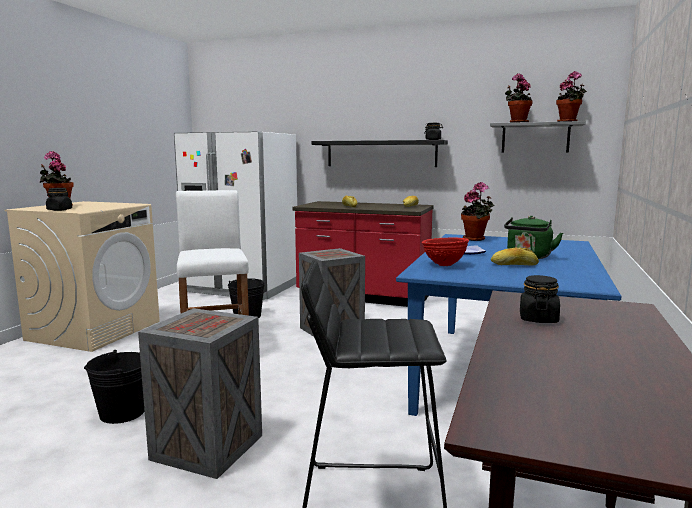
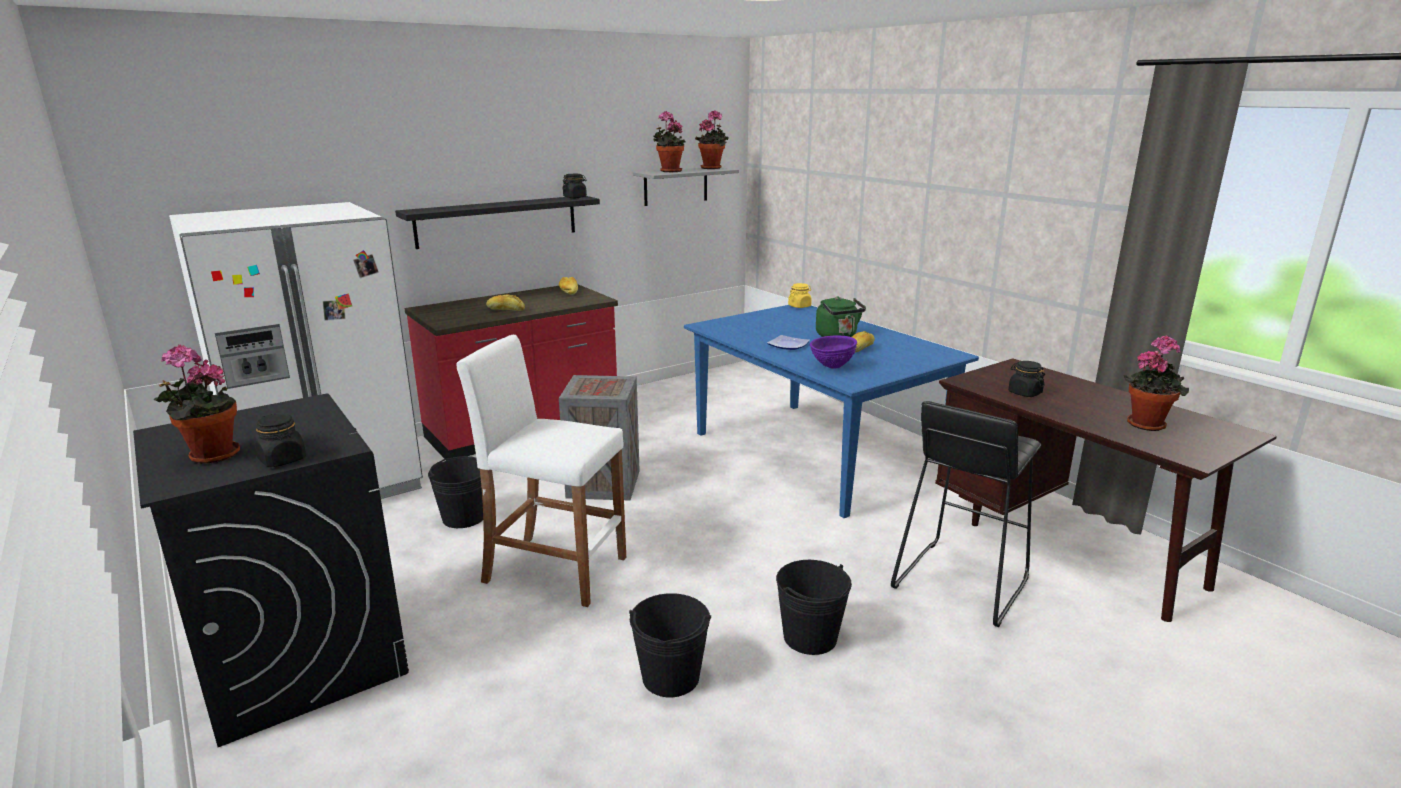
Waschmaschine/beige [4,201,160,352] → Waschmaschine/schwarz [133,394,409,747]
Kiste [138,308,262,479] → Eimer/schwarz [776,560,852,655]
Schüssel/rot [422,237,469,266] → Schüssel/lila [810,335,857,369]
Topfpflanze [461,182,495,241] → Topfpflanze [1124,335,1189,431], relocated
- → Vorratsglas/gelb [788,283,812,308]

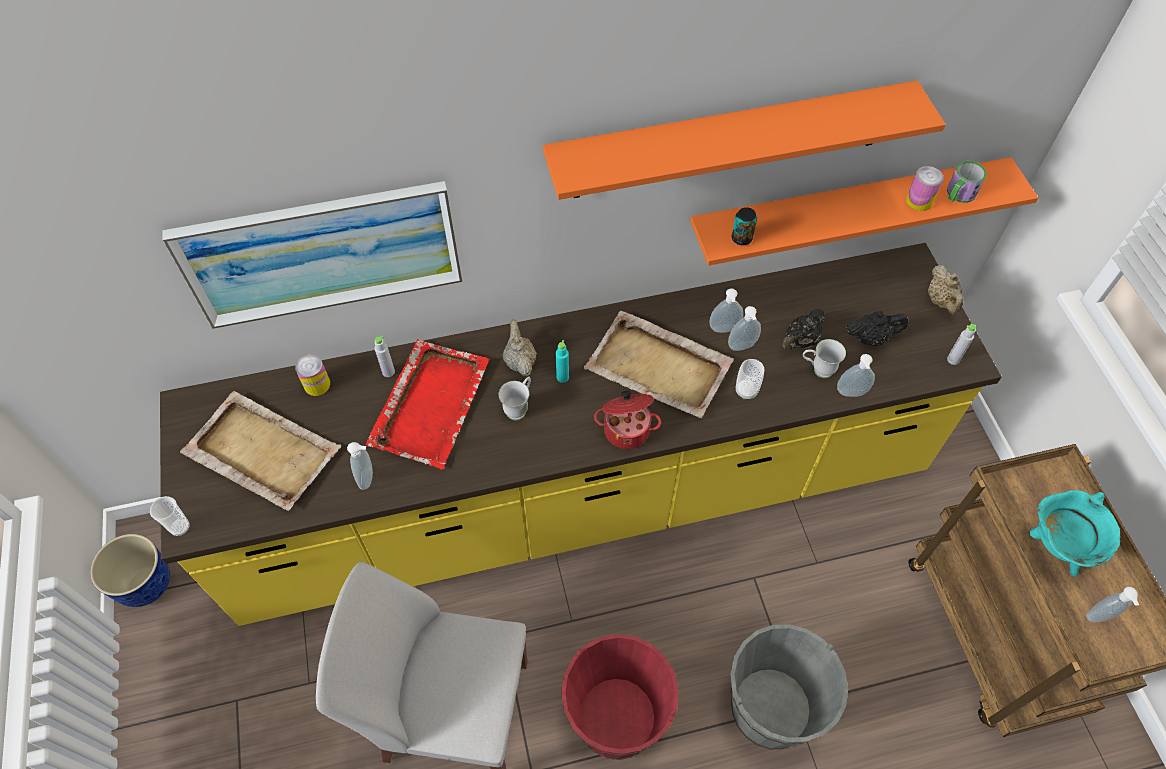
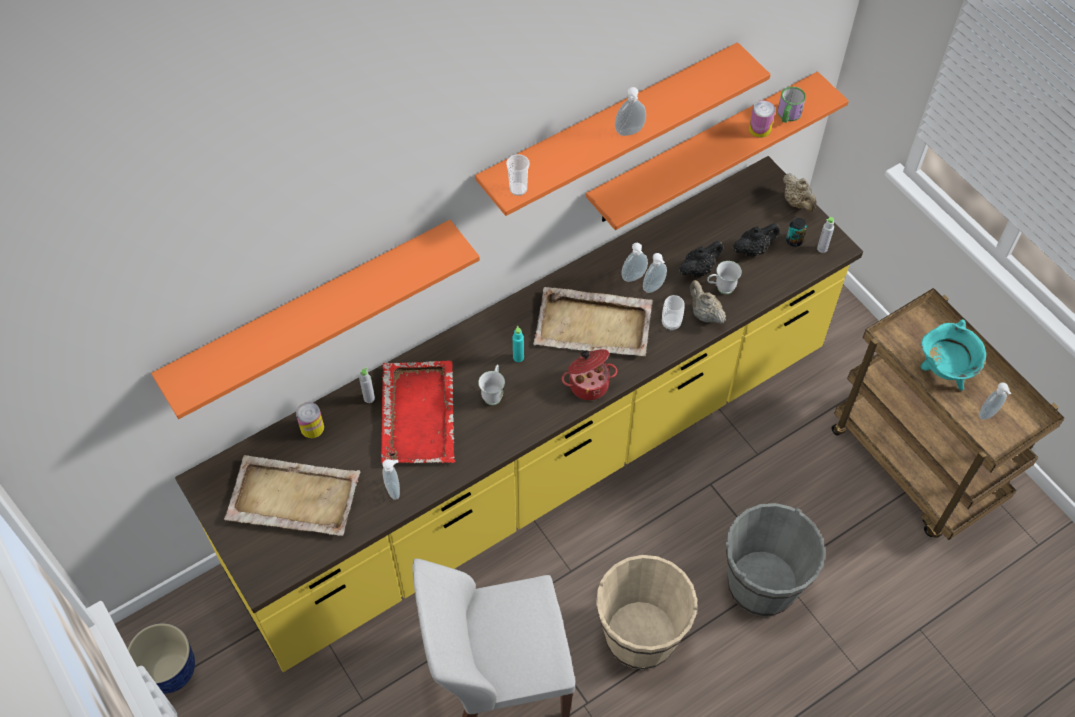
Tasse [150,496,190,536] → Tasse [506,154,530,196], relocated
Bild [162,181,463,329] → Wandregal/orange [151,220,480,419]
Teekanne/beige [503,319,537,377] → Teekanne/beige [690,280,726,324], relocated
Eimer/rot [561,634,679,760] → Eimer/beige [596,555,697,670]
Dose [732,207,757,245] → Dose [786,218,807,247], relocated
Teekanne/schwarz [782,309,825,350] → Teekanne/schwarz [679,241,723,277], 150 degrees counterclockwise
Seifenspender [837,354,875,397] → Seifenspender [615,87,646,136], relocated

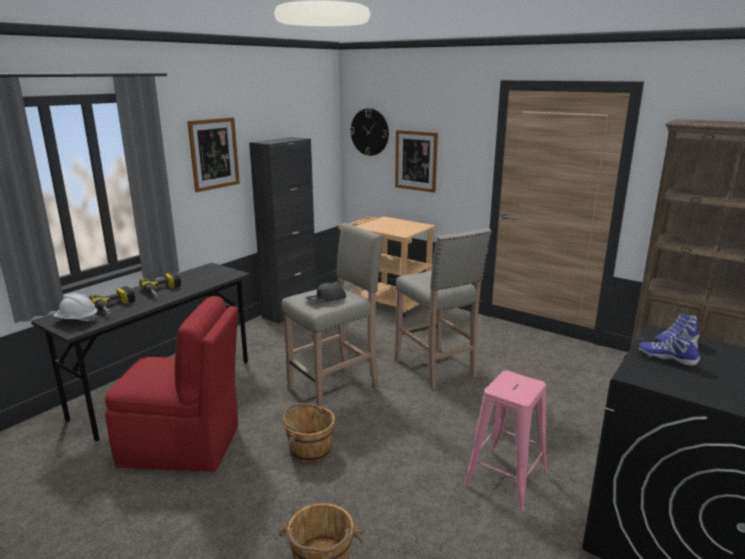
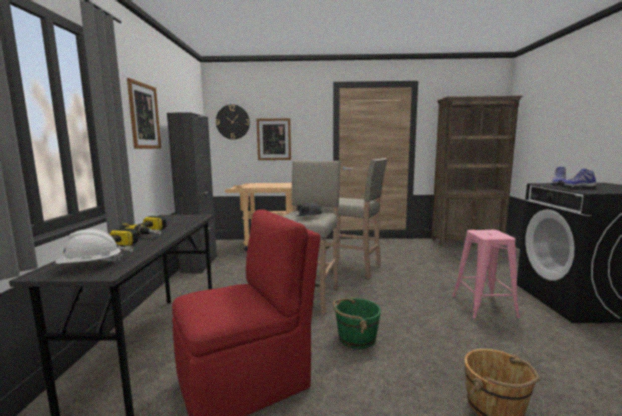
Eimer/braun [283,403,335,463] → Eimer/grün [333,297,381,349]

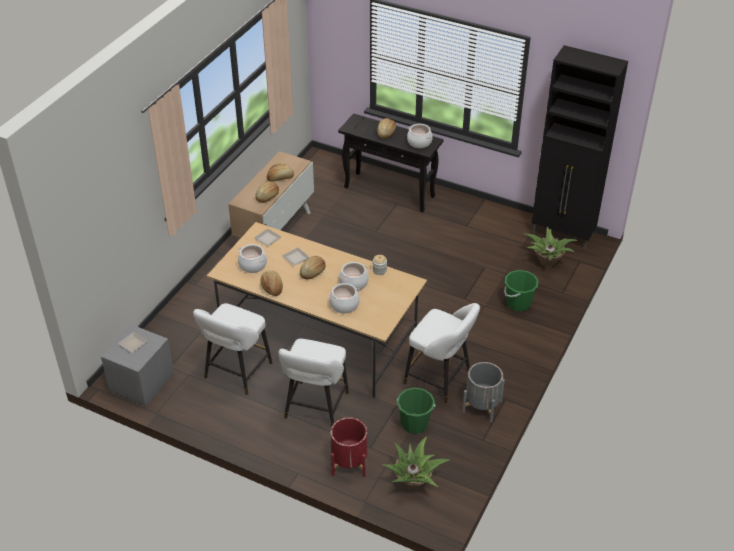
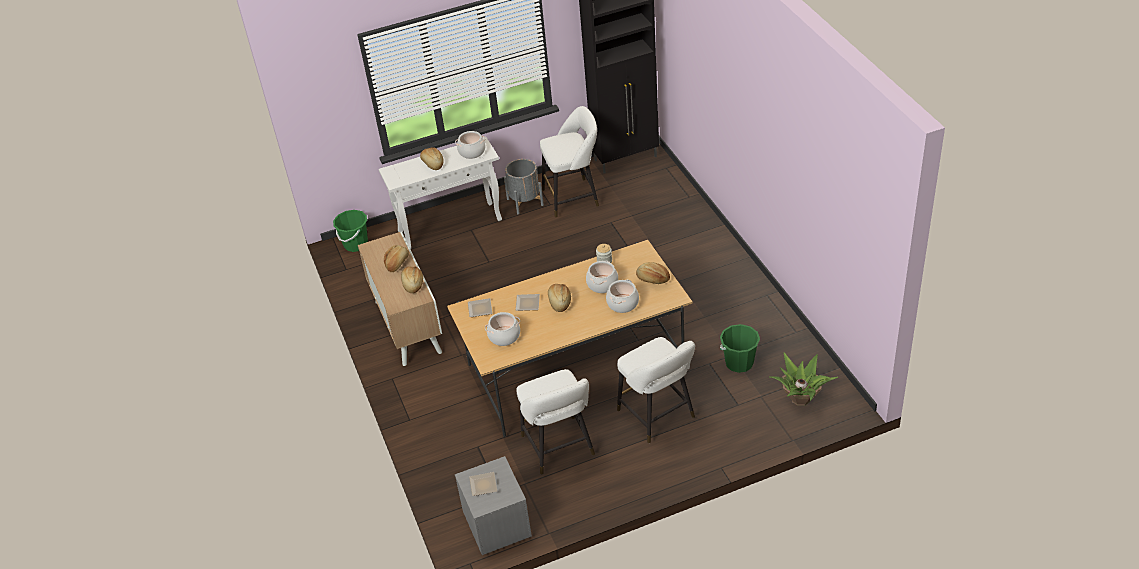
Brot [260,270,283,296] → Brot [636,262,670,284], relocated
Pflanzkübel/rot [330,417,367,477] → -
Konsolentisch/schwarz [338,113,443,212] → Konsolentisch/weiß [379,137,502,249]
Hocker/weiß [403,303,480,403] → Hocker/weiß [540,106,599,217], relocated
Pflanzkübel/grau [462,362,505,422] → Pflanzkübel/grau [504,159,544,214], relocated
Eimer/grün [504,270,538,311] → Eimer/grün [333,210,368,252], relocated
Topfpflanze [525,227,577,268] → -

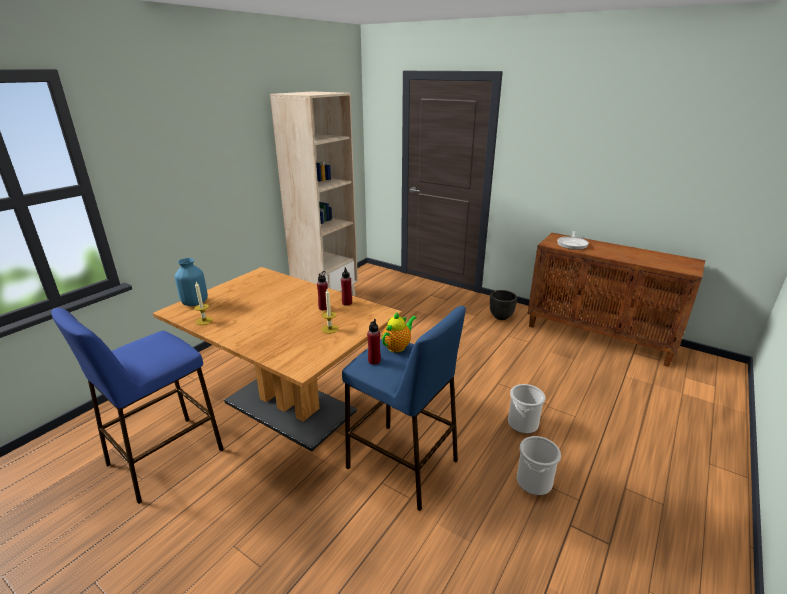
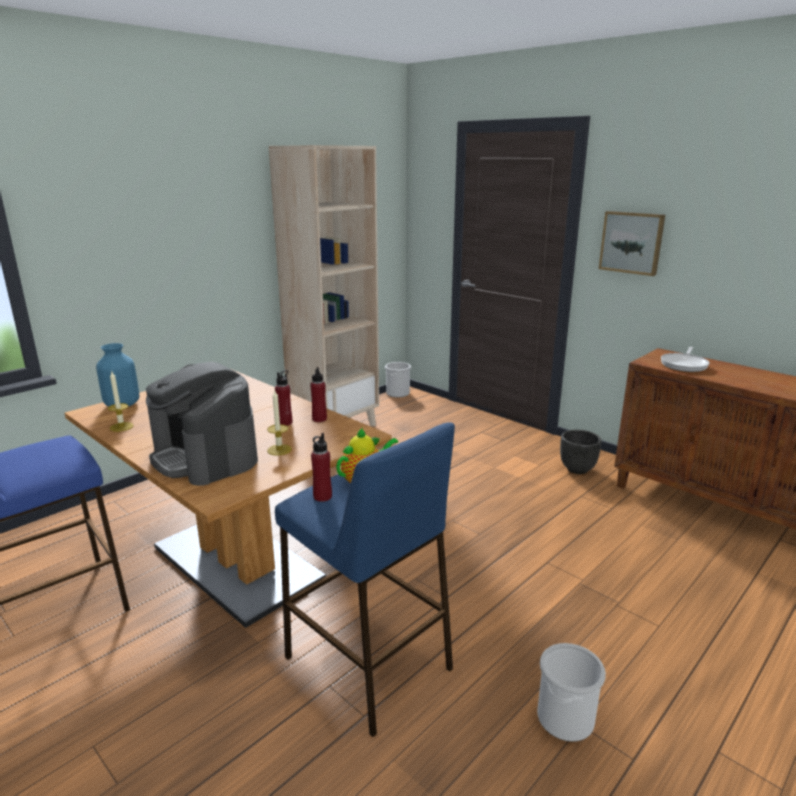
Eimer [508,384,545,434] → Eimer [385,362,411,398], relocated
- → Kaffeemaschine [146,361,258,486]
- → Bild [599,211,665,276]

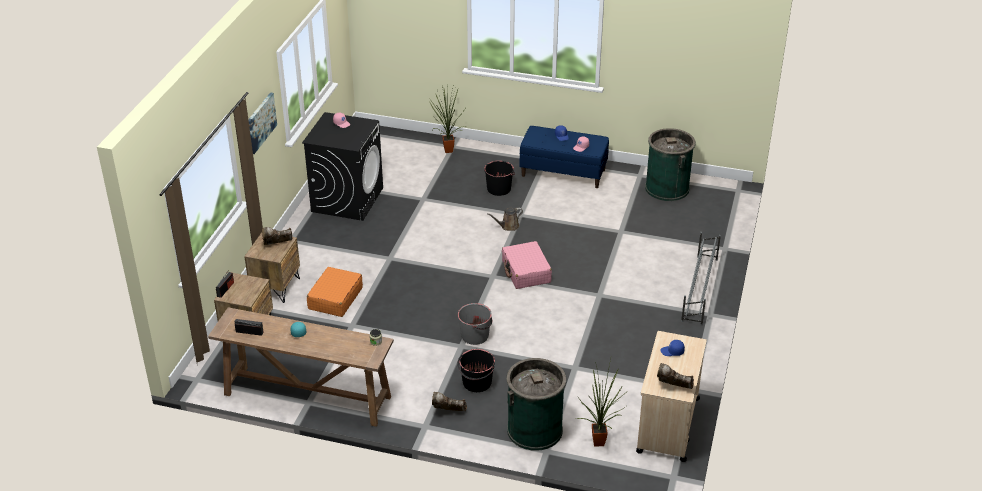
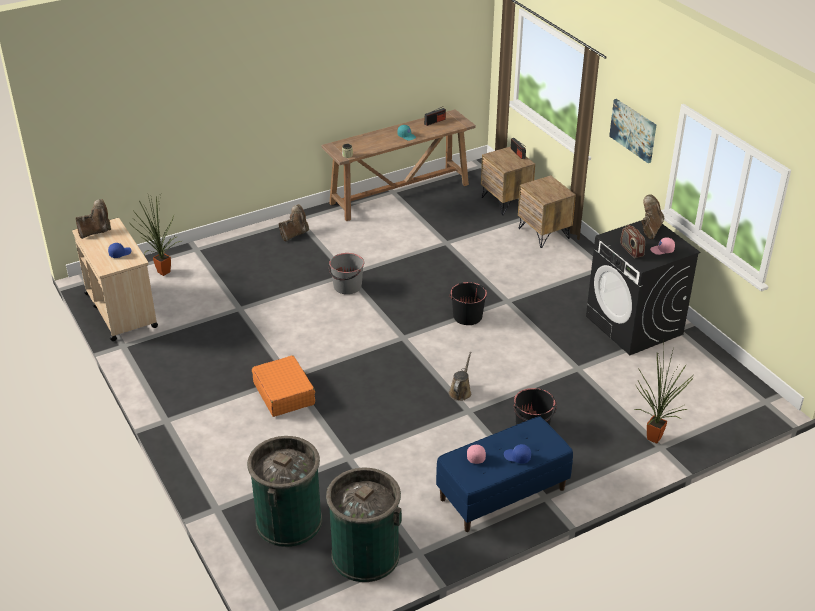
Stiefel/braun [262,227,292,245] → Stiefel/braun [641,194,664,239], relocated
Koffer/orange [307,267,363,317] → Koffer/orange [252,355,315,417], relocated
Eimer/schwarz [458,349,495,392] → Eimer/schwarz [449,282,487,325], relocated
Koffer/rosa [502,241,552,289] → -
Mülleimer/grün [506,358,566,451] → Mülleimer/grün [247,436,322,547], relocated
Schuhregal/grau [681,232,721,326] → -
- → Radio [620,225,645,258]

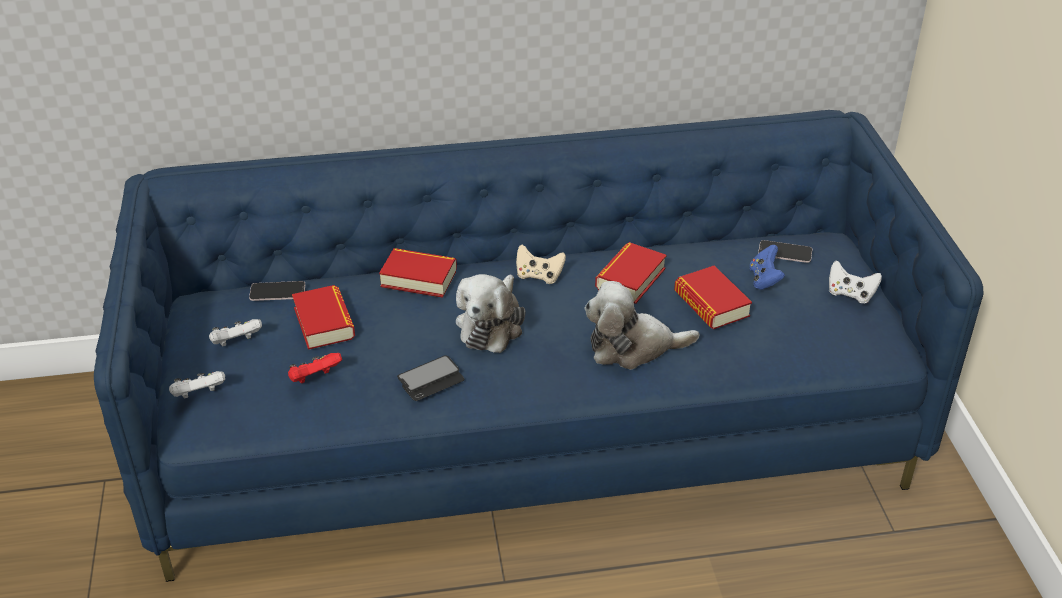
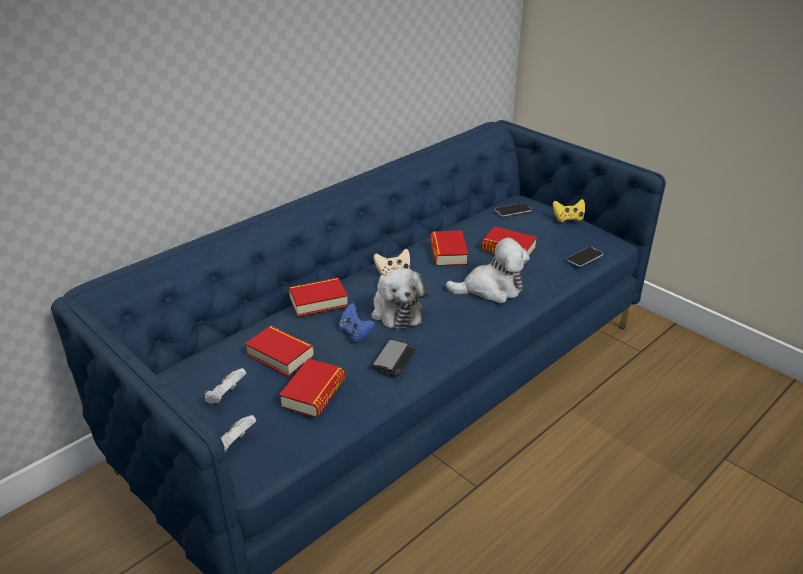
Handy [249,281,305,301] → Handy [567,247,603,267], relocated
Gamepad/rot [288,353,342,384] → Buch [279,358,345,418]
Plüschtier [585,281,699,370] → Plüschtier [445,237,530,303], 150 degrees counterclockwise
Gamepad/blau [750,245,785,290] → Gamepad/blau [339,303,375,342], relocated
Gamepad/weiß [829,260,882,304] → Gamepad/gelb [553,199,585,222]

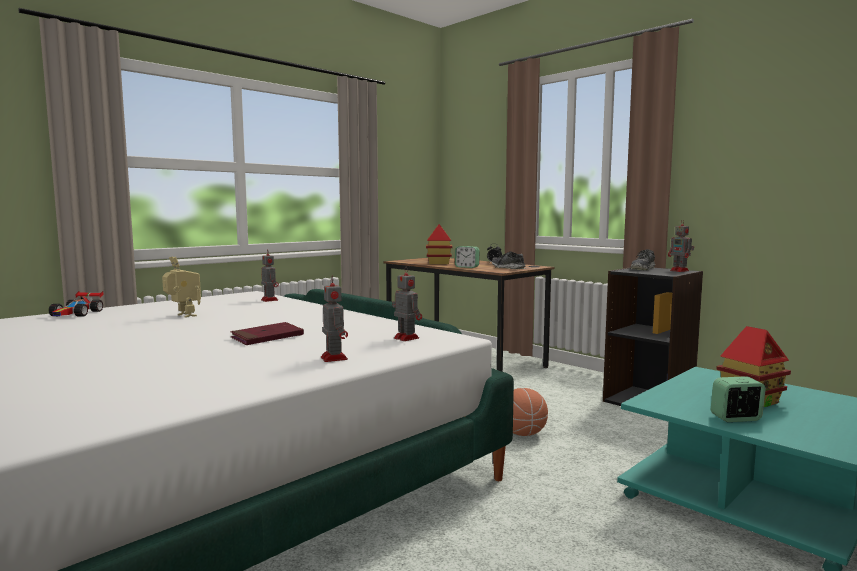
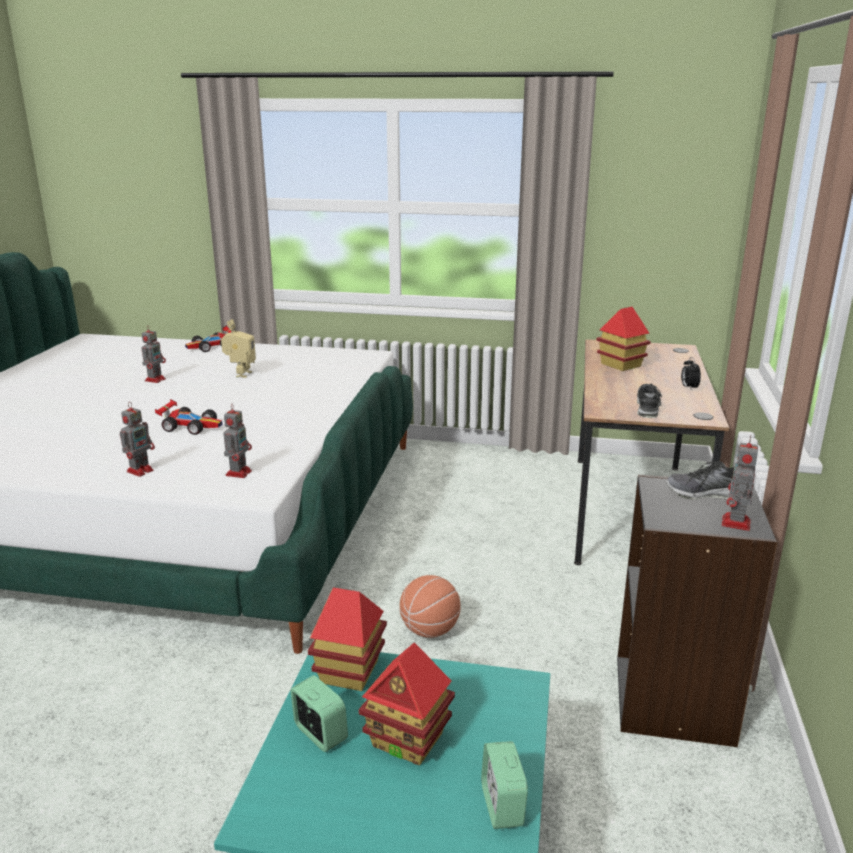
Buch/rot [230,322,304,345] → Spielzeugauto [155,399,223,435]
Spielzeugroboter [261,249,279,302] → Spielzeugroboter [141,325,166,383], relocated
Wecker [455,246,480,268] → Wecker [481,741,528,829], relocated
- → Spielzeughaus [308,587,387,691]

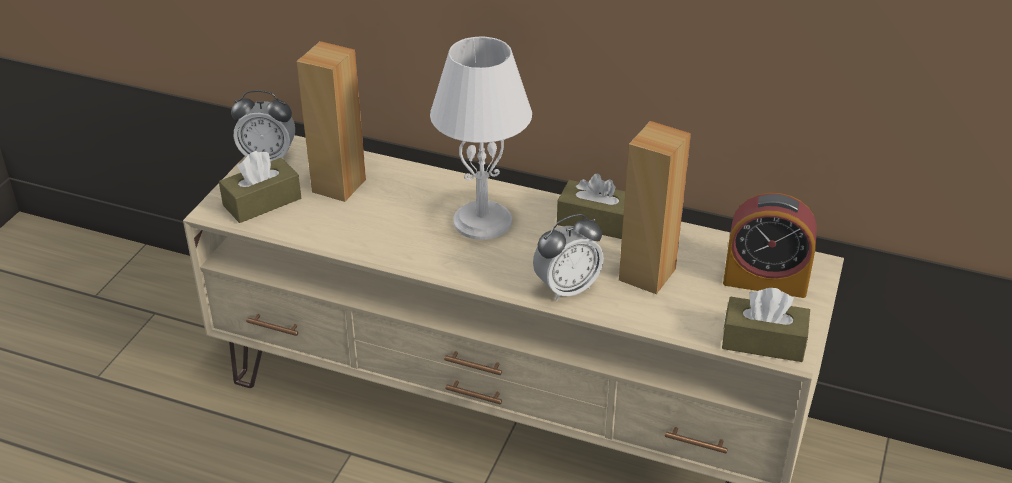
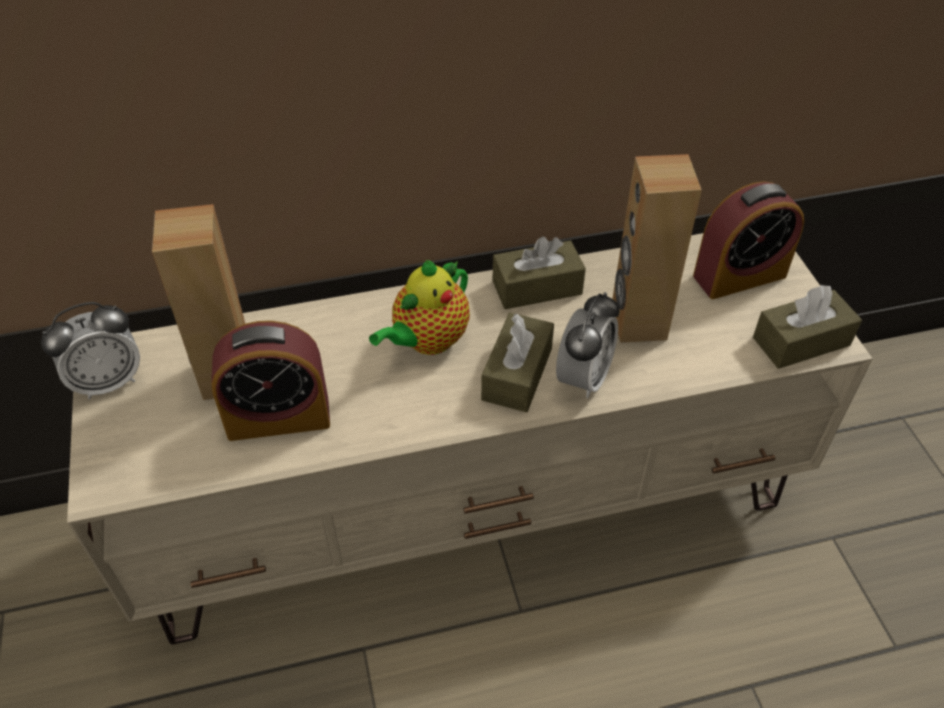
Taschentuchbox/braun [219,151,301,223] → Taschentuchbox/braun [481,313,554,412], relocated
Tischlampe/weiß [430,37,532,240] → Teekanne [369,260,470,355]
- → Wecker [212,321,330,441]

